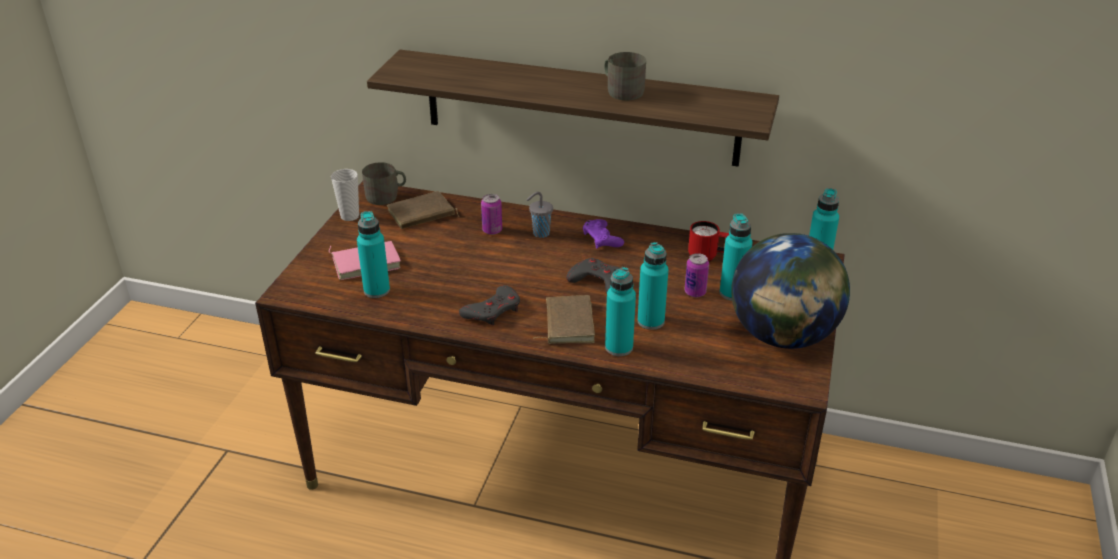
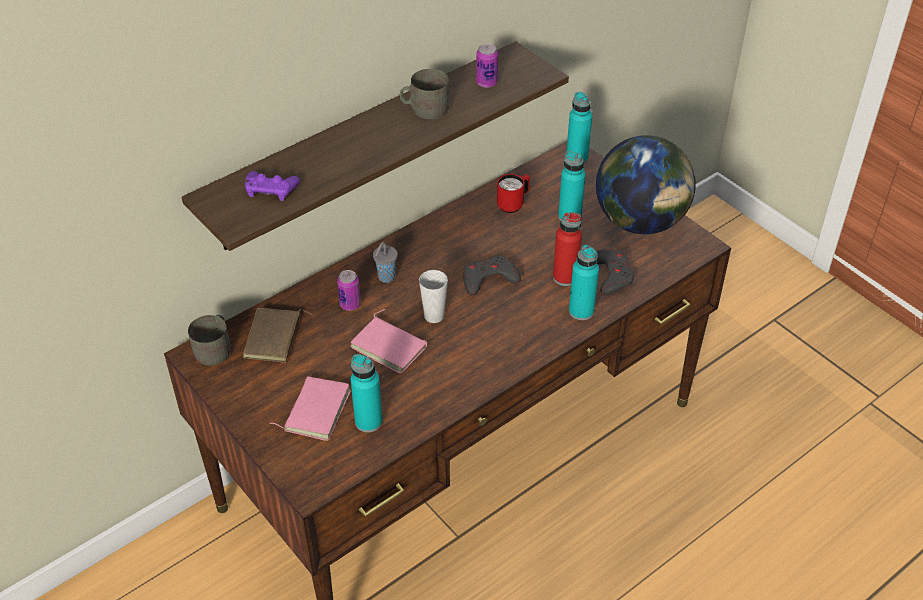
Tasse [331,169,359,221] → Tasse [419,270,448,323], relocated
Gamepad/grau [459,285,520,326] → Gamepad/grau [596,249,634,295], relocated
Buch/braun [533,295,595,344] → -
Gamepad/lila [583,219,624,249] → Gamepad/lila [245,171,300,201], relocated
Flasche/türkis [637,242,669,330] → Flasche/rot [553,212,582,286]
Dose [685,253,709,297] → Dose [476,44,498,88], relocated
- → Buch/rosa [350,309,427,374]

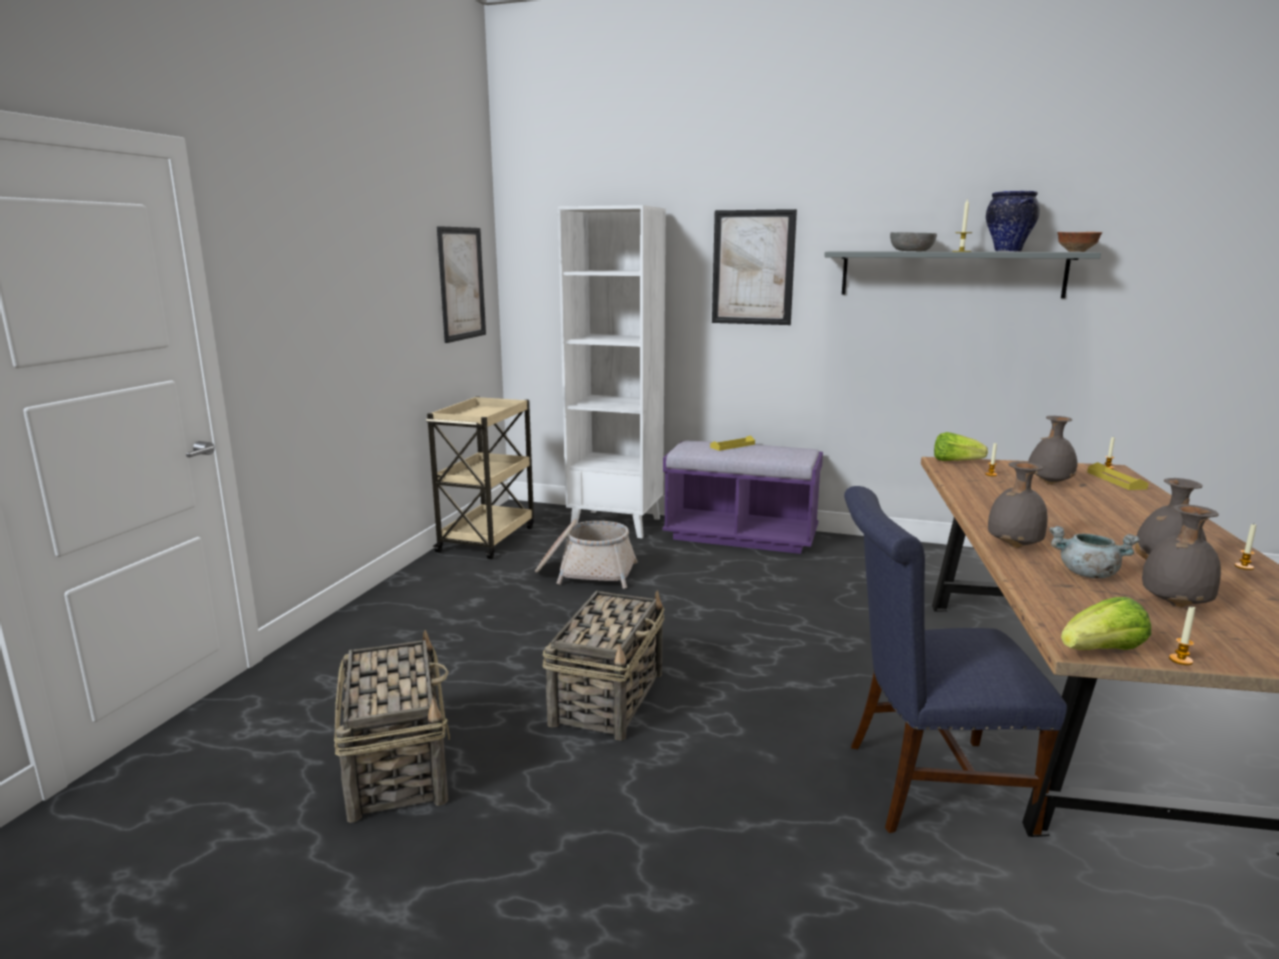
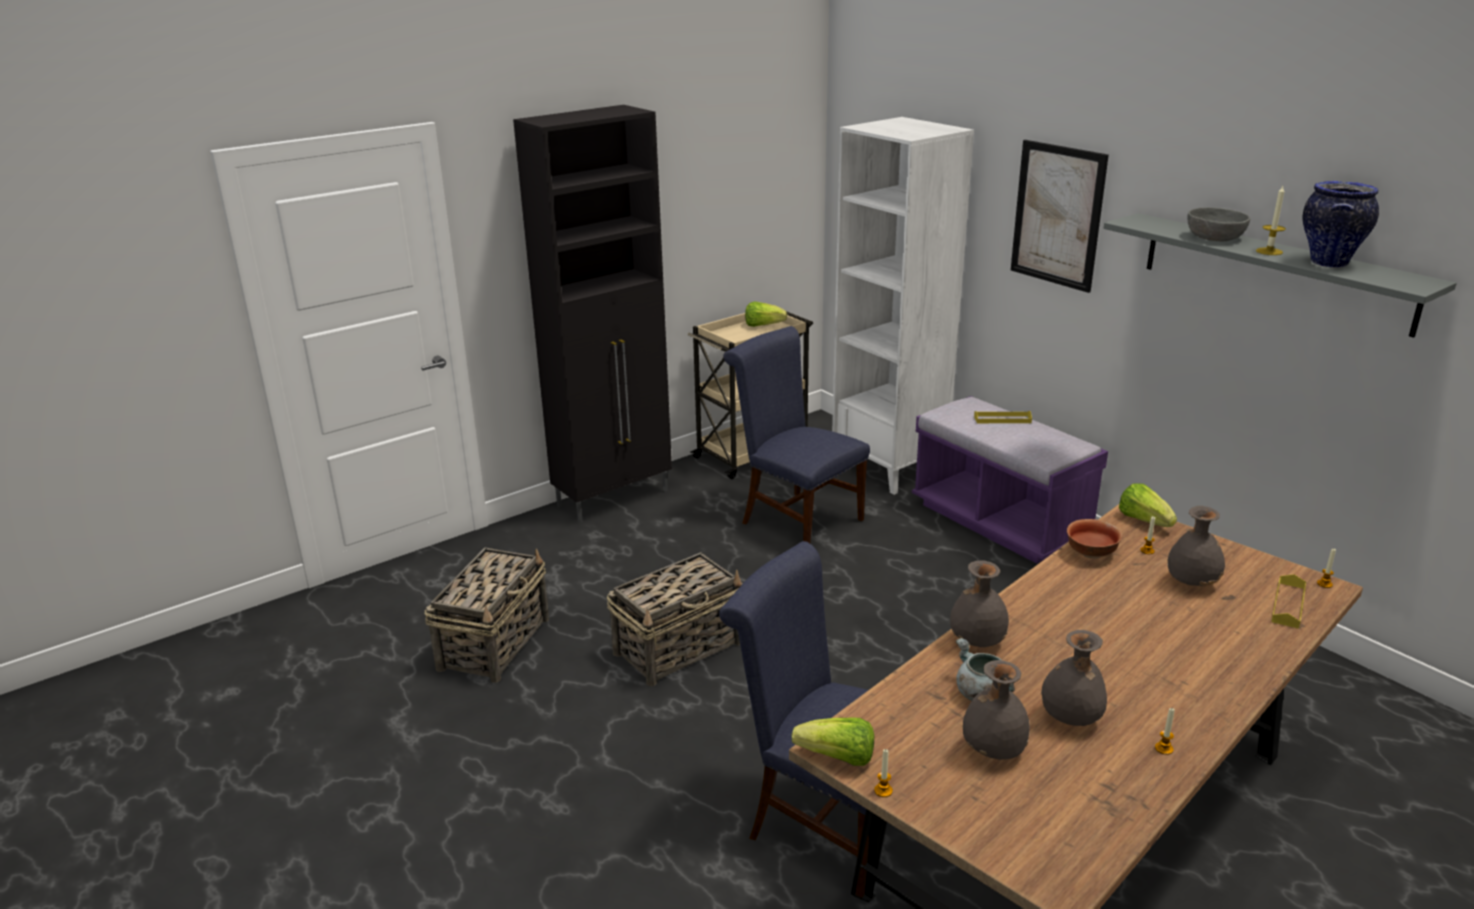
Bild [437,226,486,343] → -
Korb [535,519,638,589] → Stuhl/blau [723,326,870,543]
Schüssel [1057,232,1102,252] → Schüssel [1067,519,1122,559], relocated
- → Schrank/schwarz [513,105,672,523]
- → Salatkopf [745,302,787,327]

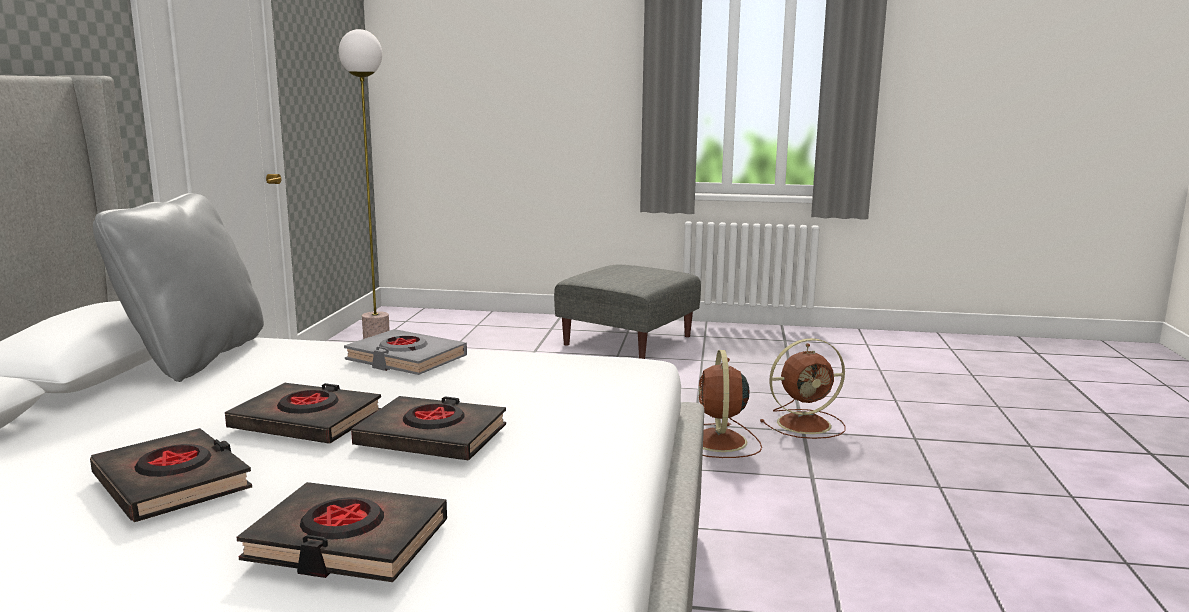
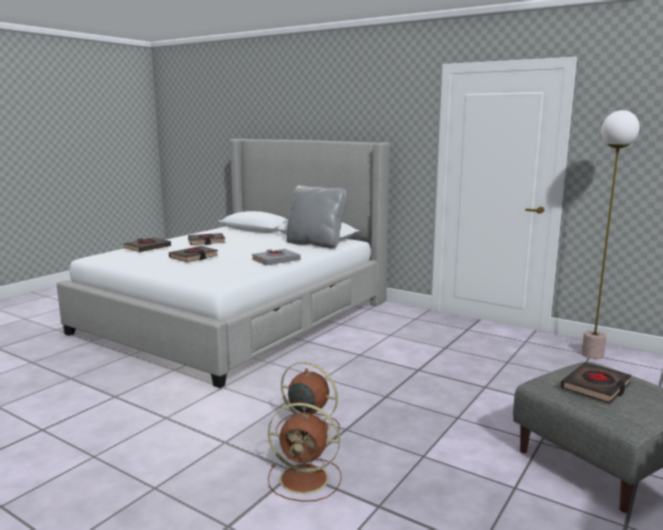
Buch/schwarz [225,383,381,444] → Buch/schwarz [560,362,631,404], relocated
Ventilator/braun [760,338,846,439] → Ventilator/braun [268,403,342,502], 90 degrees counterclockwise

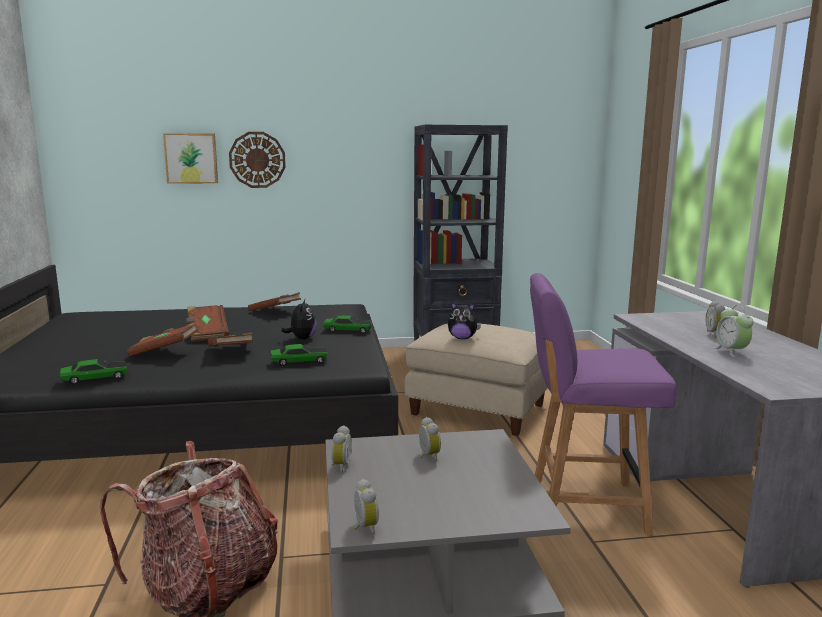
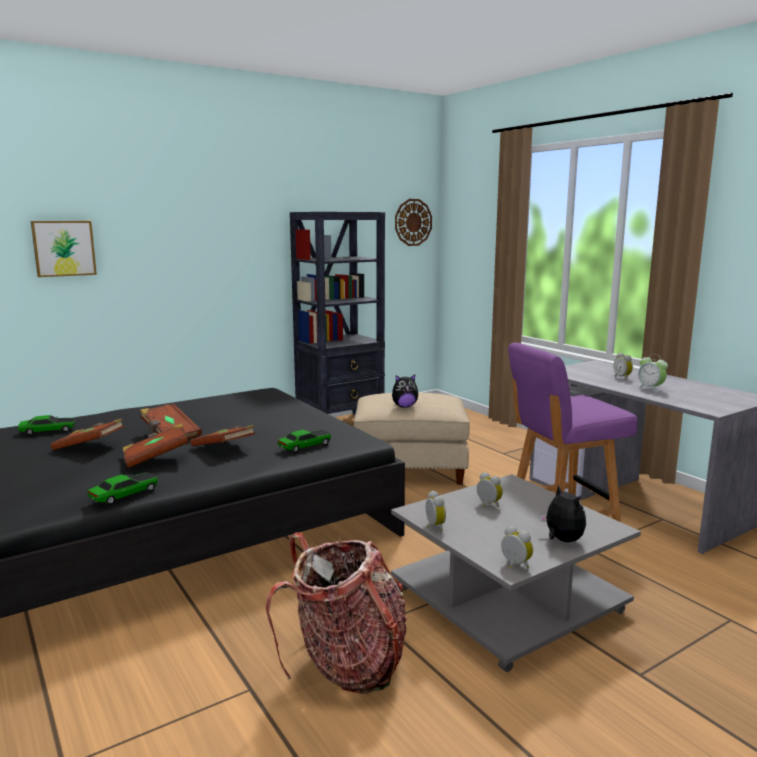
Wanduhr [229,132,286,188] → Wanduhr [395,199,432,246], relocated
Buch/braun [248,292,301,311] → Buch/braun [50,418,124,450], relocated
Plüschtier [282,299,317,339] → Plüschtier [540,484,586,542], relocated
Spielzeugauto [323,315,372,334] → Spielzeugauto [18,415,75,435], relocated

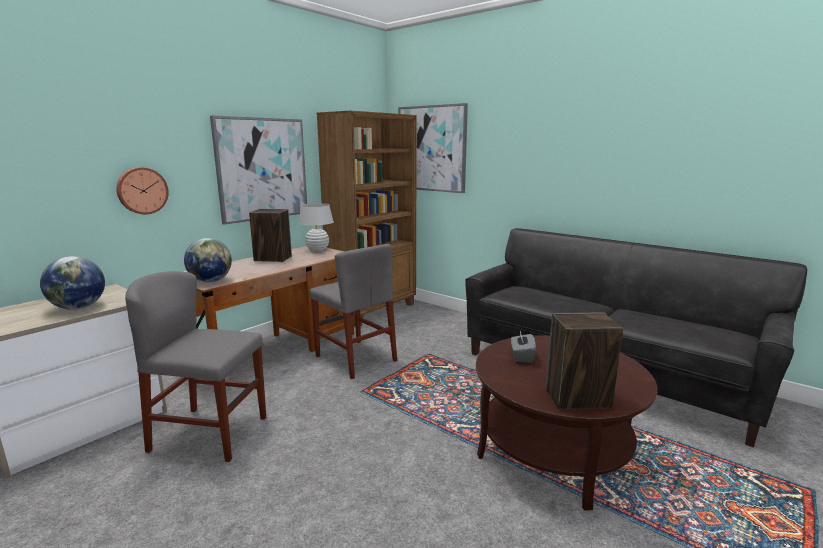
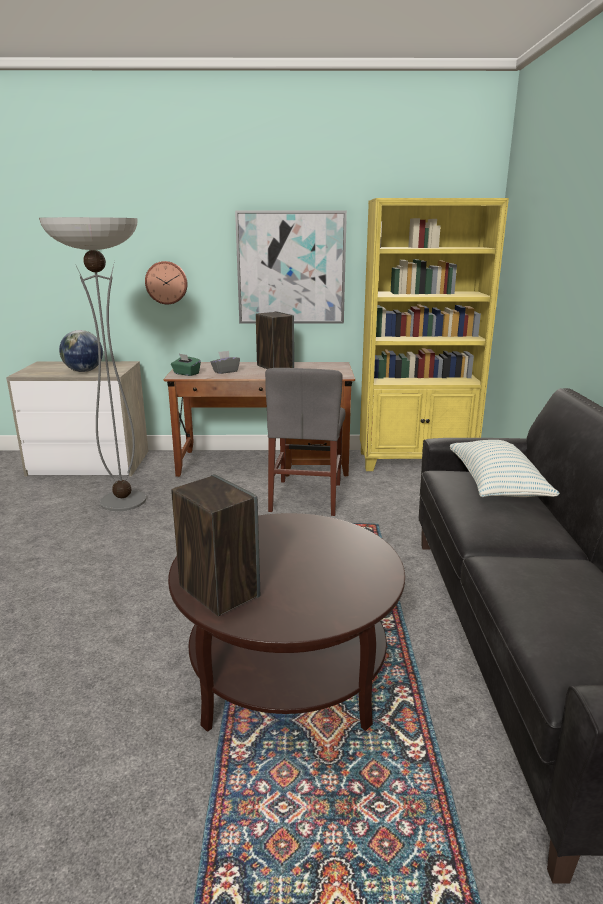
Stuhl/grau [125,271,266,462] → Stehlampe [39,217,146,511]
Globus [184,238,232,282] → Taschentuchbox/grün [171,354,201,376]
Tischlampe/weiß [299,203,334,252] → -
Bücherregal/braun [317,110,417,326] → Bücherregal/gelb [360,198,509,471]
Bild [398,103,468,193] → -
Taschentuchbox/grau [511,331,536,363] → Taschentuchbox/grau [211,351,240,374], relocated
- → Kissen [450,440,560,497]

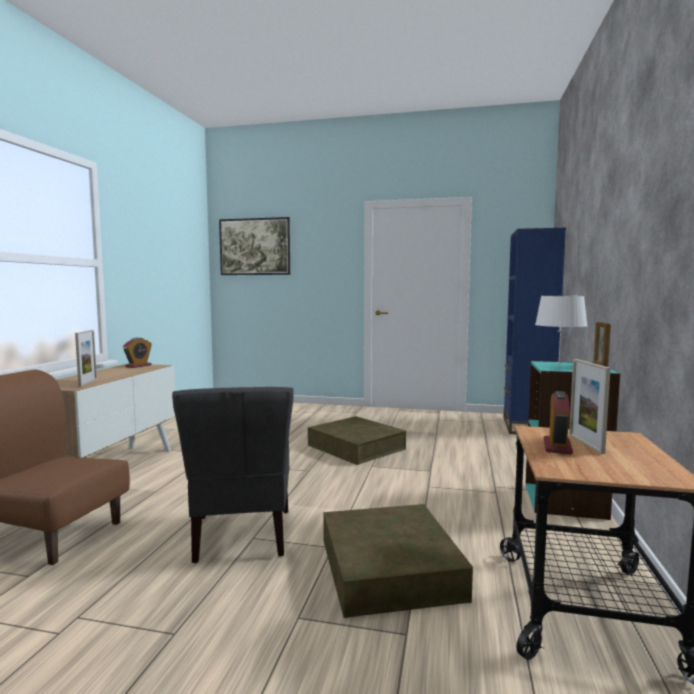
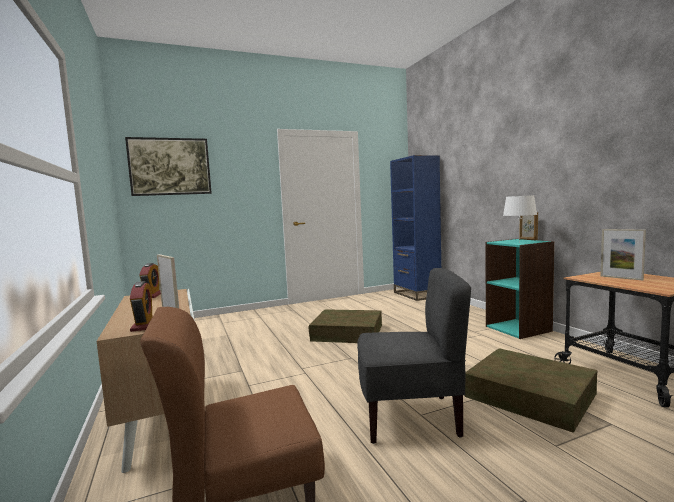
Stuhl/grau [172,387,294,563] → Stuhl/grau [357,268,471,444], 45 degrees counterclockwise
Wecker [544,391,573,455] → Wecker [130,281,152,332], relocated

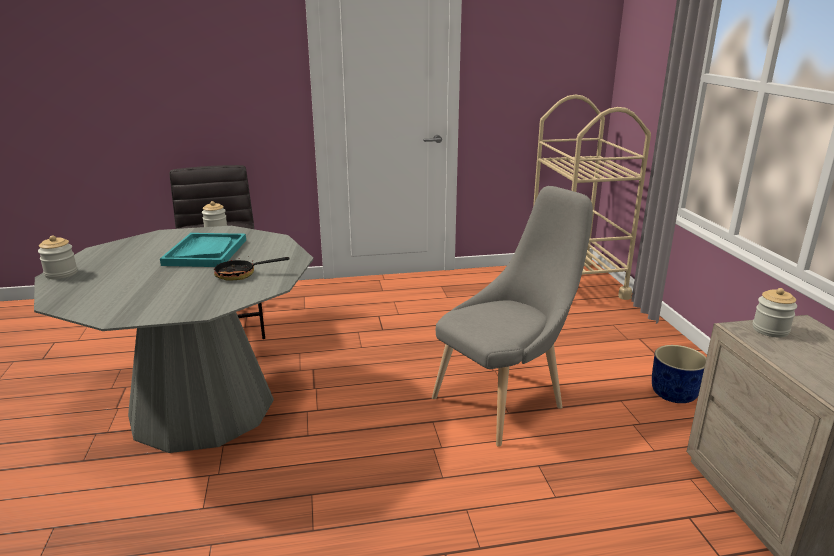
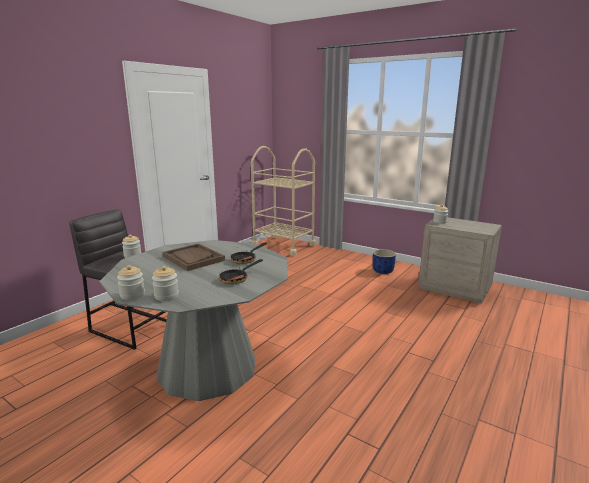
Tablett/türkis [160,233,246,267] → Tablett/braun [162,243,225,271]
Stuhl/grau [432,186,593,447] → -
- → Vorratsglas [152,266,179,301]
- → Pfanne [219,259,263,284]

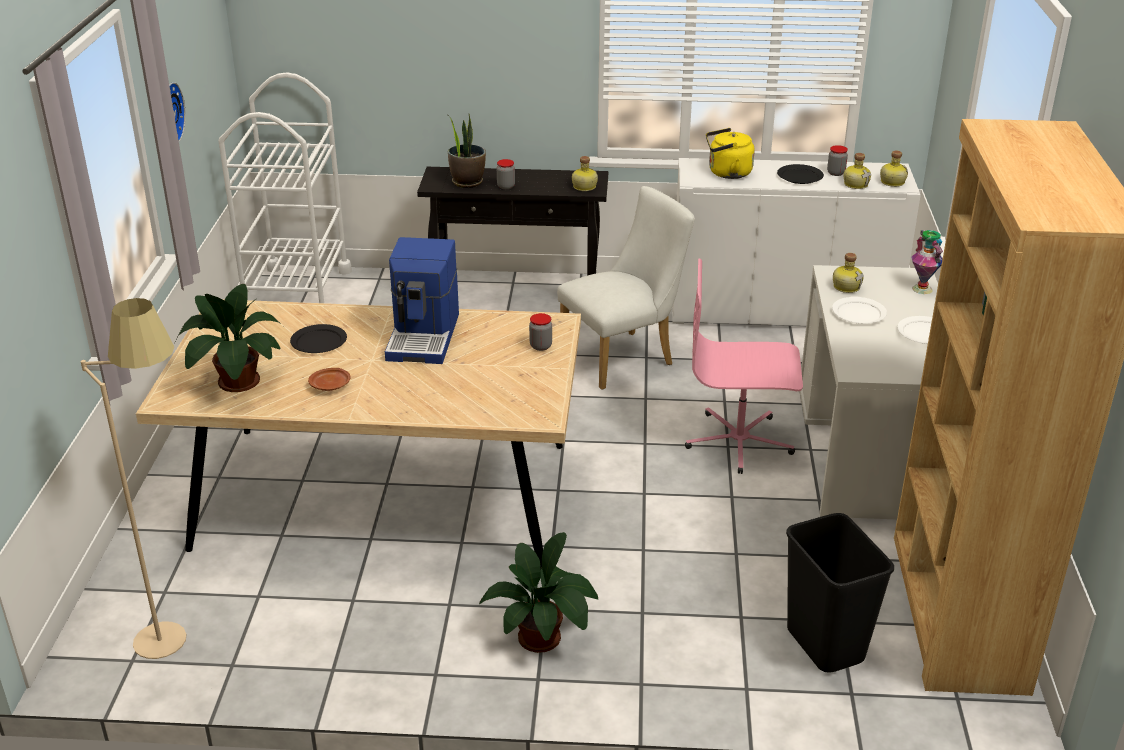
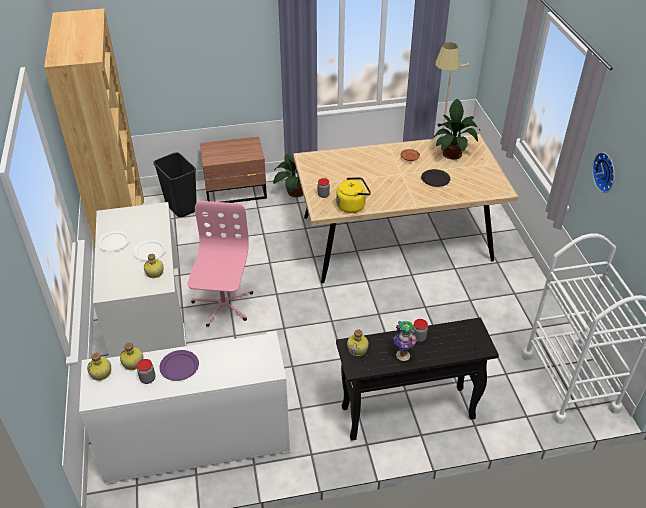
Kaffeemaschine [385,237,459,364] → -
Topfpflanze [448,114,486,188] → -
Stuhl/weiß [557,186,695,390] → -
Bürostuhl/rosa [685,259,803,474] → Bürostuhl/rosa [188,201,253,327], 75 degrees counterclockwise
Wasserkessel/gelb [706,128,755,179] → Wasserkessel/gelb [336,177,371,213], relocated
Teller/schwarz [777,164,824,184] → Teller/lila [159,350,199,381]
Vase [911,230,943,294] → Vase [393,321,417,361], relocated
- → Nachttisch/braun [200,137,267,203]

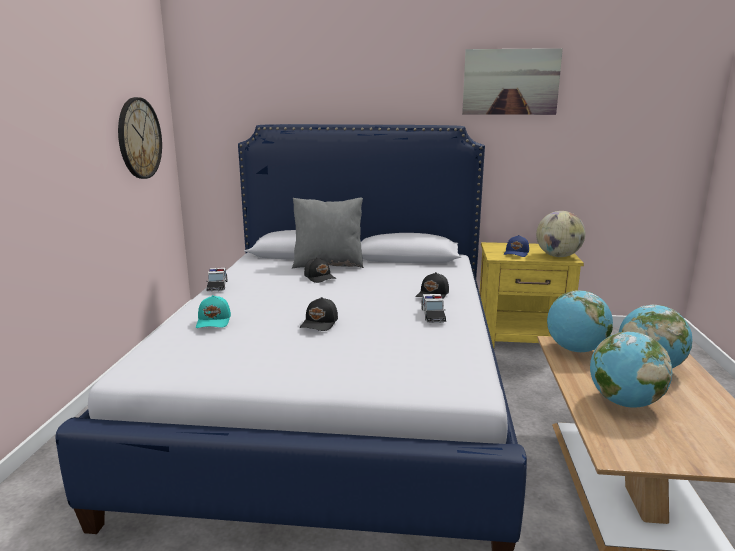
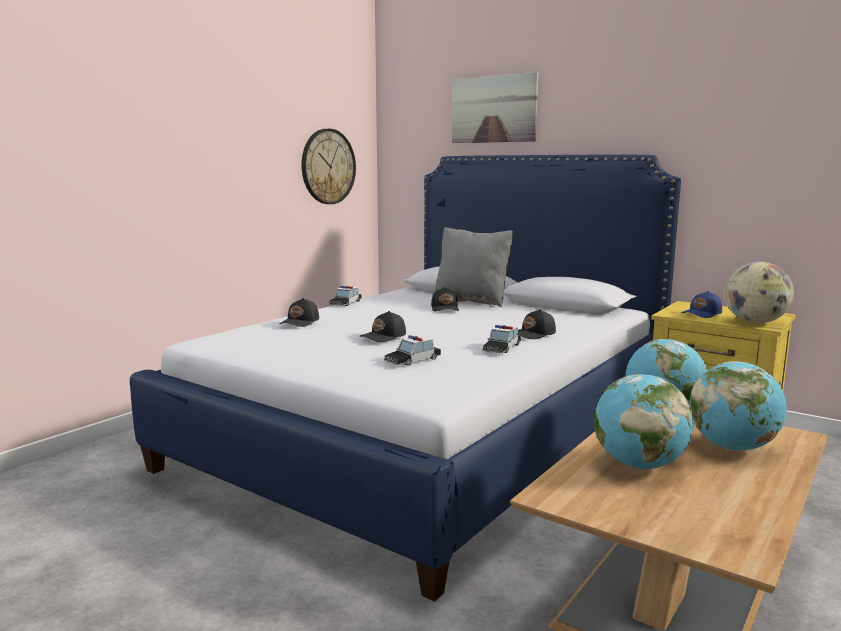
Kappe/türkis [196,295,231,328] → Kappe/schwarz [279,298,319,327]
Bild [462,48,563,115] → Bild [452,72,538,143], relocated
- → Spielzeugauto [384,335,441,366]

